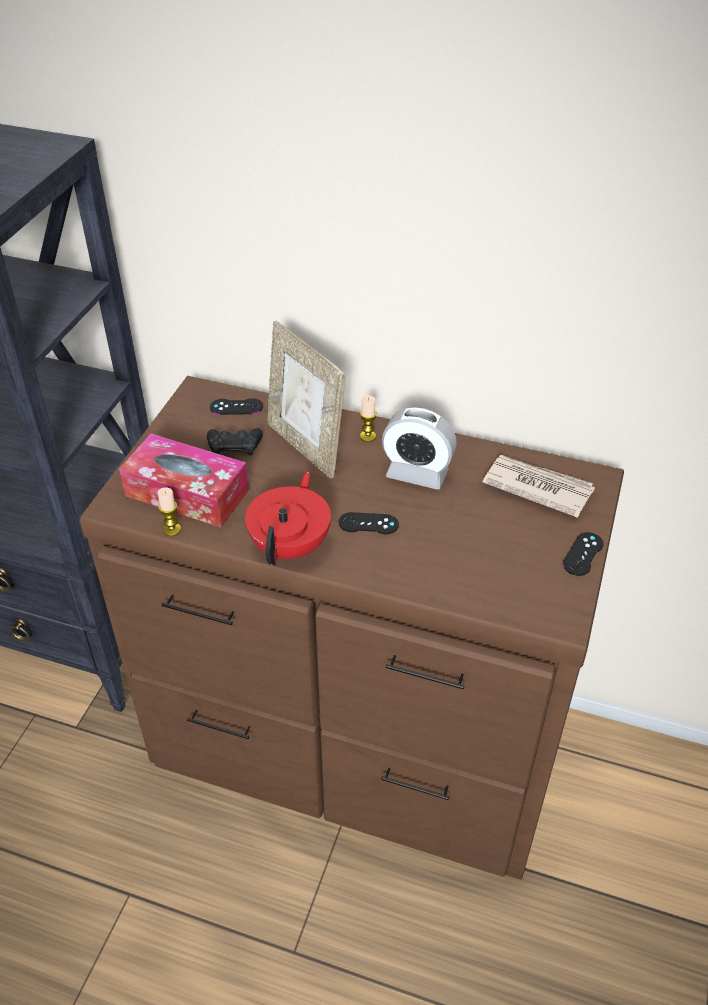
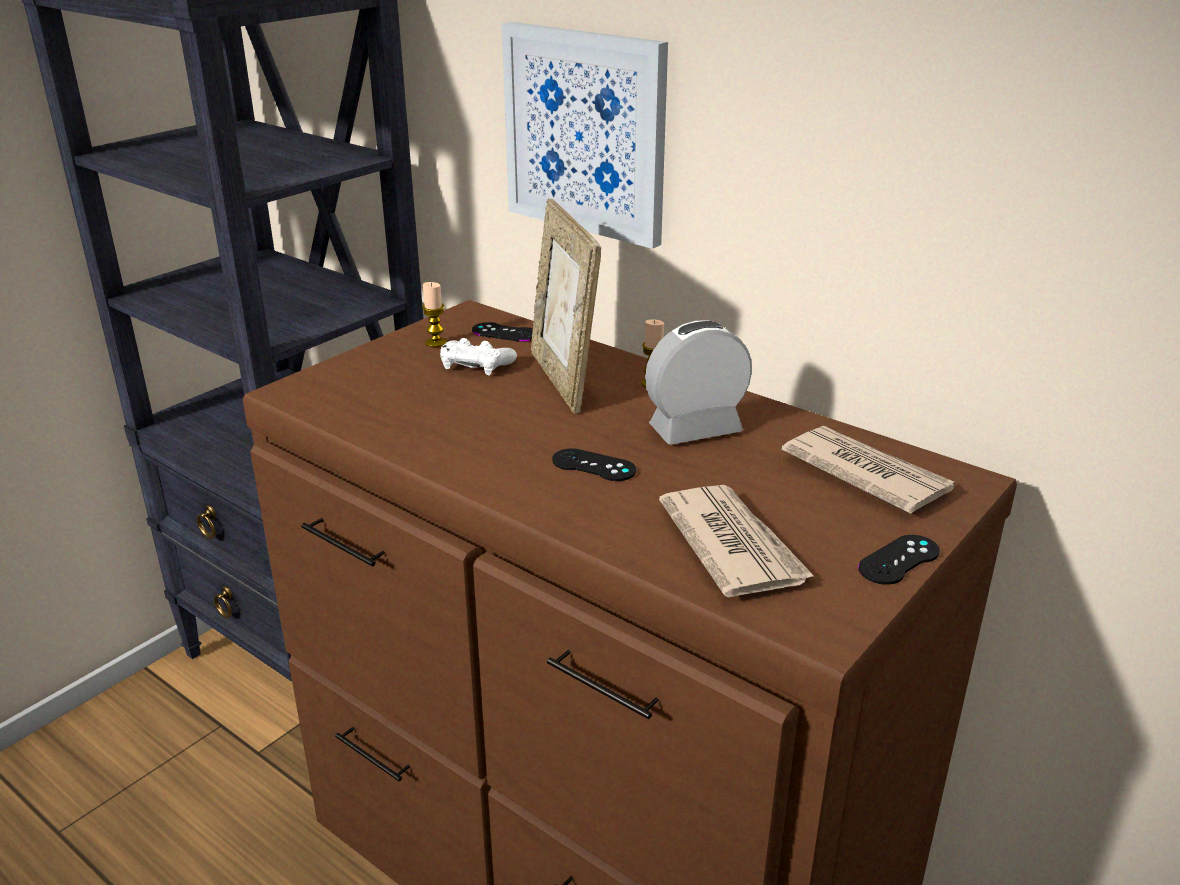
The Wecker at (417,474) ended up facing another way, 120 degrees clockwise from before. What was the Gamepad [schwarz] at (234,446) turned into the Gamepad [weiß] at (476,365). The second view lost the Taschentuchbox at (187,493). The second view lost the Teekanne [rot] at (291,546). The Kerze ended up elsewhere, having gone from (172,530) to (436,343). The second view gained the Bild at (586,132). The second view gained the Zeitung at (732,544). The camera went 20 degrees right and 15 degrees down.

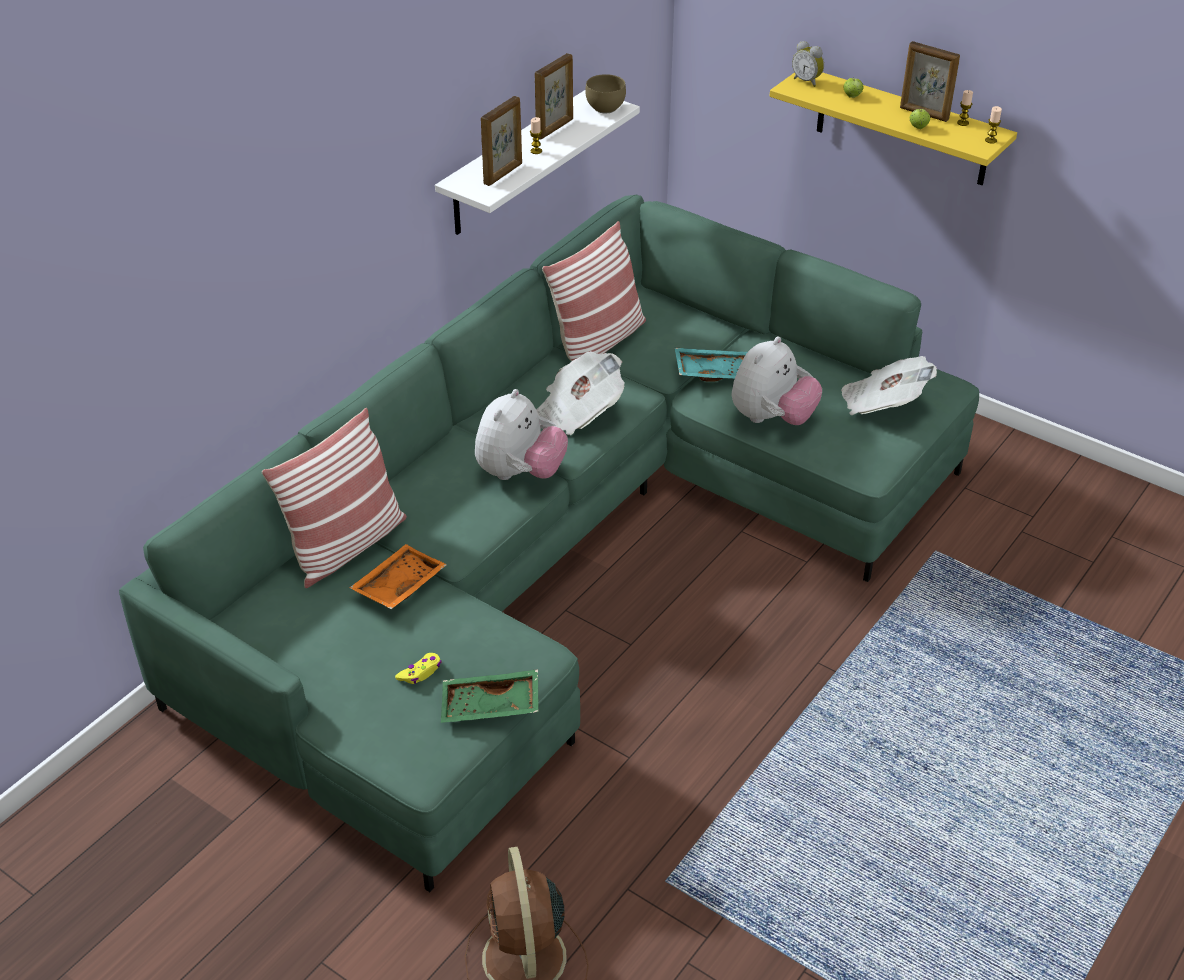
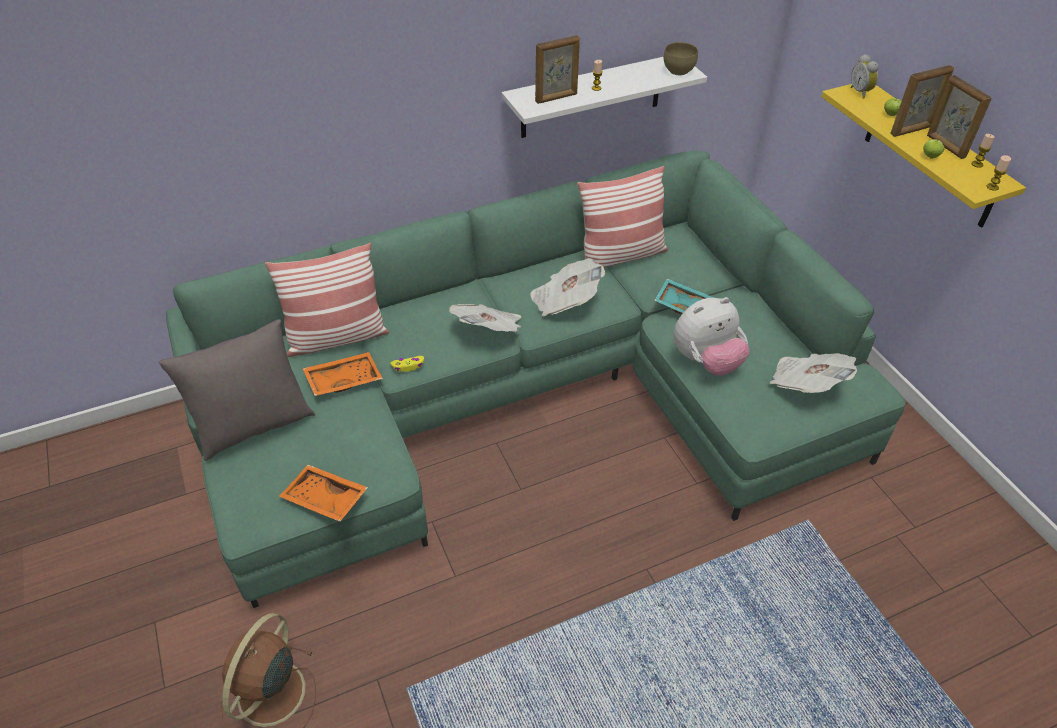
The Bilderrahmen ended up elsewhere, having gone from (555,128) to (911,130). Where the Plüschtier stood at (520,473), the Zeitung came to stand at (489,331). The Gamepad [gelb] ended up elsewhere, having gone from (420,672) to (408,366). What was the Tablett [grün] at (490,707) turned into the Tablett [orange] at (324,500). The second view gained the Kissen [grau] at (254,426). The camera went 30 degrees right and 5 degrees up.

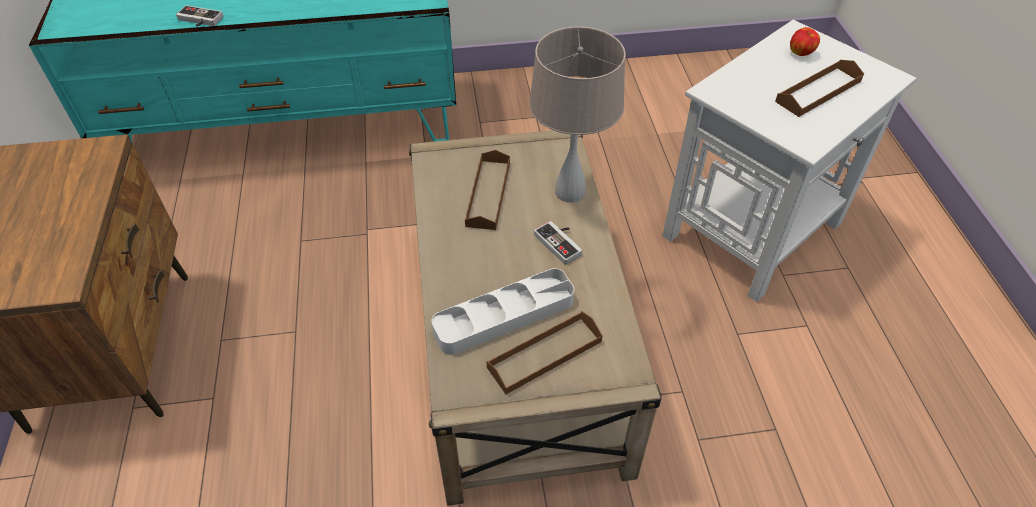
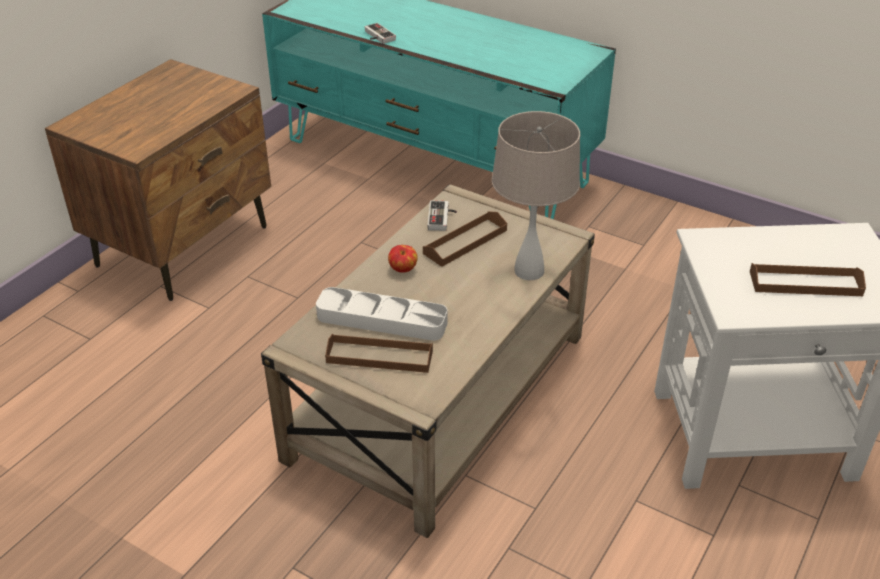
The Apfel ended up elsewhere, having gone from (801,53) to (403,269). The Gamepad ended up elsewhere, having gone from (561,242) to (442,218). The camera went 40 degrees right and 10 degrees down.

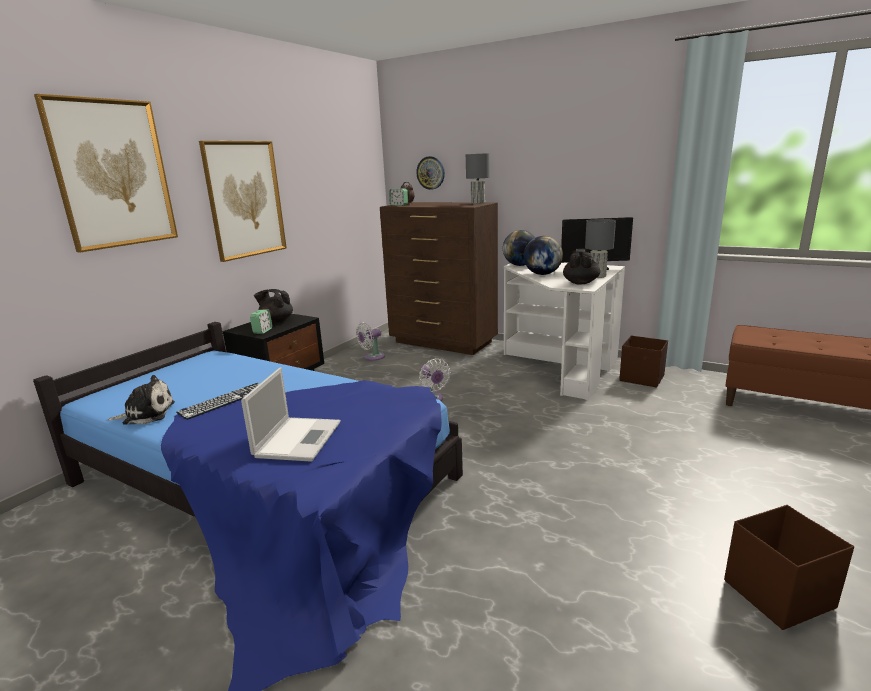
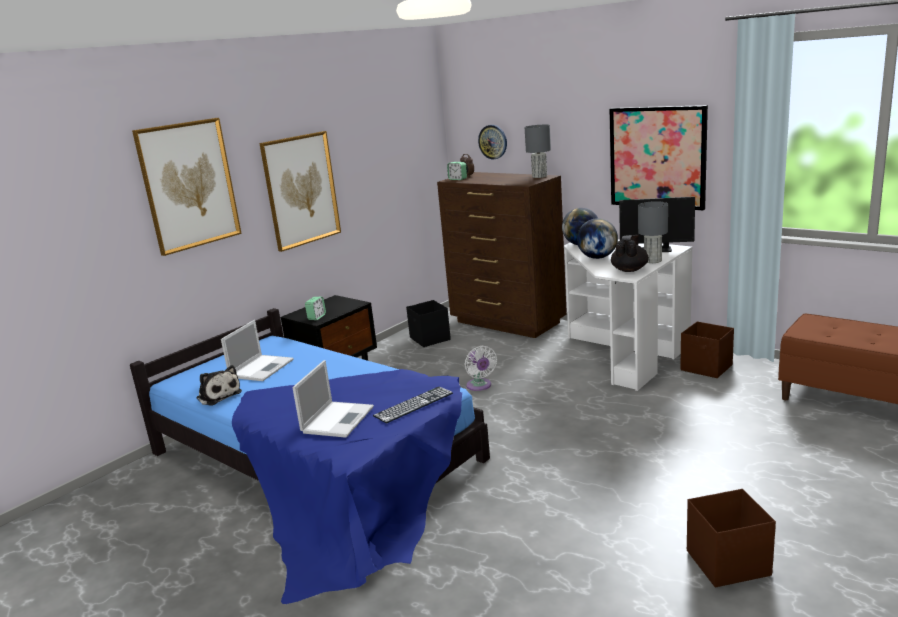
The second view lost the Teekanne [schwarz] at (276,321). Where the Ventilator [weiß] stood at (372,357), the Aufbewahrungsbox [schwarz] came to stand at (430,339). The Plüschtier at (146,414) ended up facing another way, 45 degrees clockwise from before. The Tastatur ended up elsewhere, having gone from (224,400) to (413,404). The second view gained the Bild at (657,157). The second view gained the Laptop at (262,368). The camera went 10 degrees right and 0 degrees up.

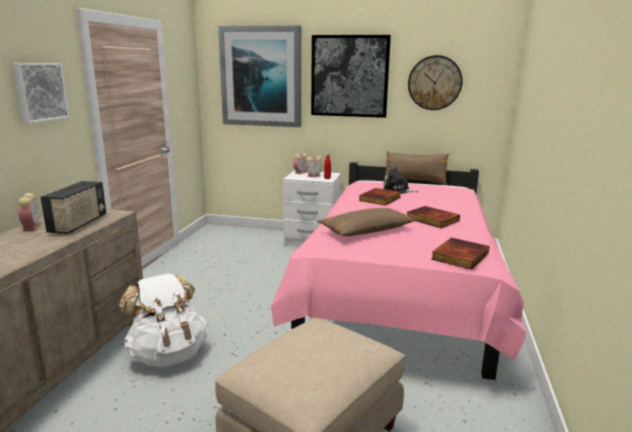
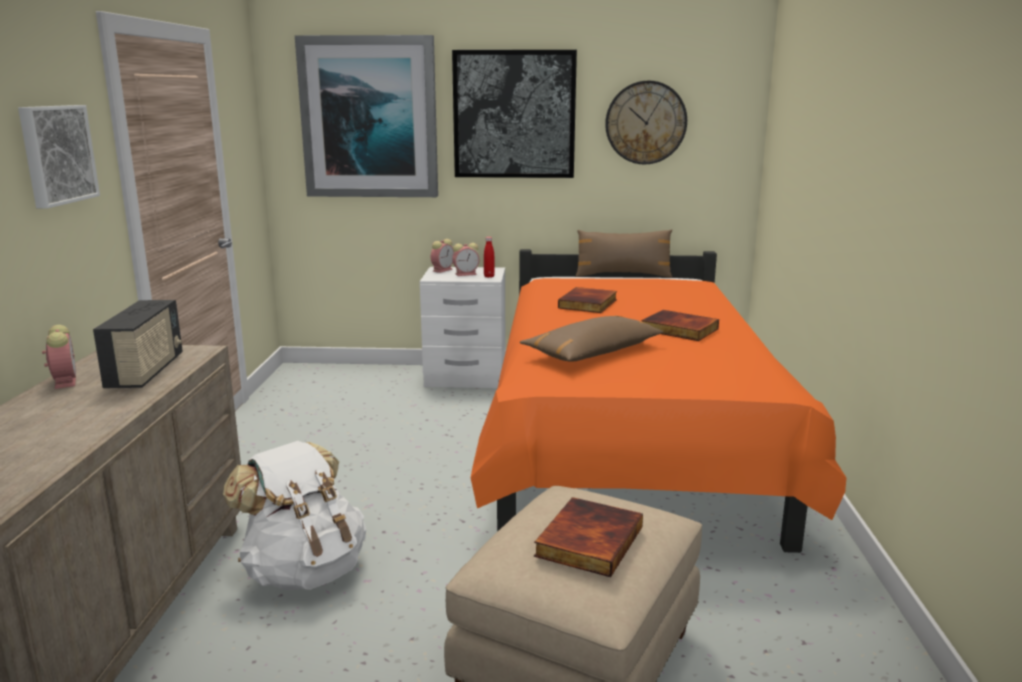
What was the Bett [rosa] at (399,293) turned into the Bett [orange] at (627,445). The second view lost the Plüschtier at (397,190). The Buch ended up elsewhere, having gone from (459,256) to (587,540). The camera went 10 degrees left and 0 degrees up.

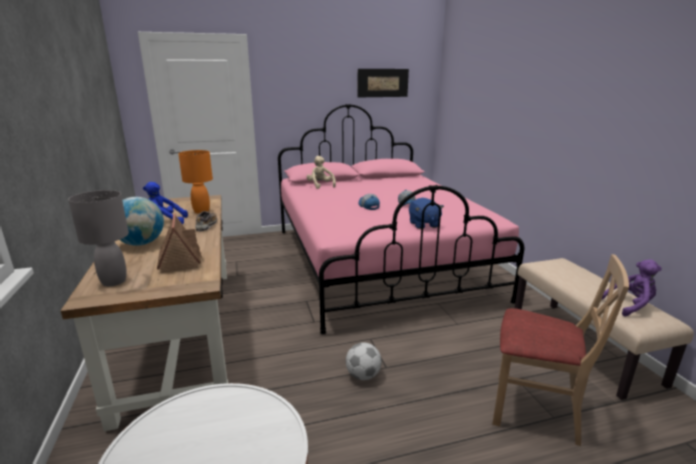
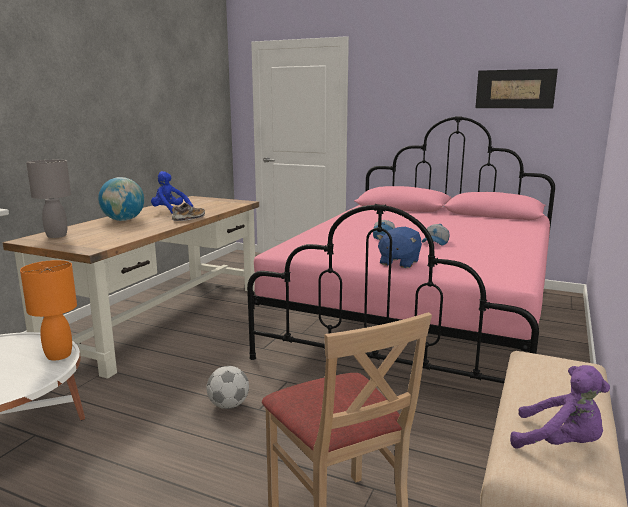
The Tischlampe [orange] ended up elsewhere, having gone from (201,211) to (58,355). The second view lost the Plüschtier [beige] at (320,185). The second view lost the Spielzeughaus at (180,260). The camera went 40 degrees right and 5 degrees down.

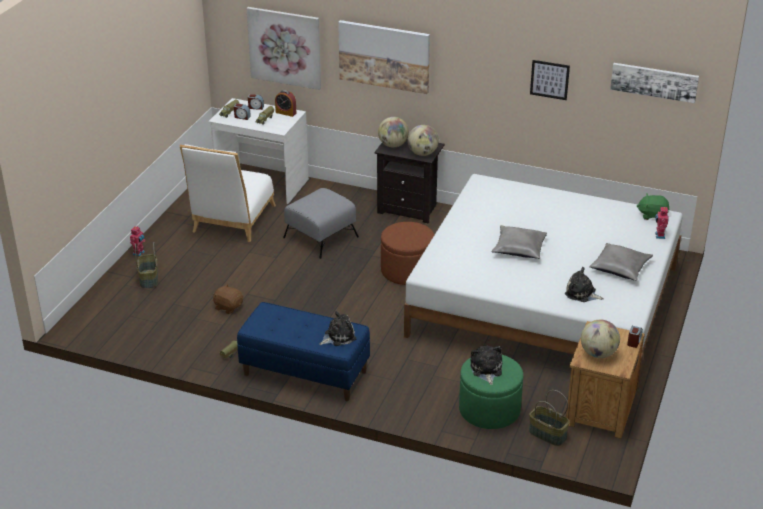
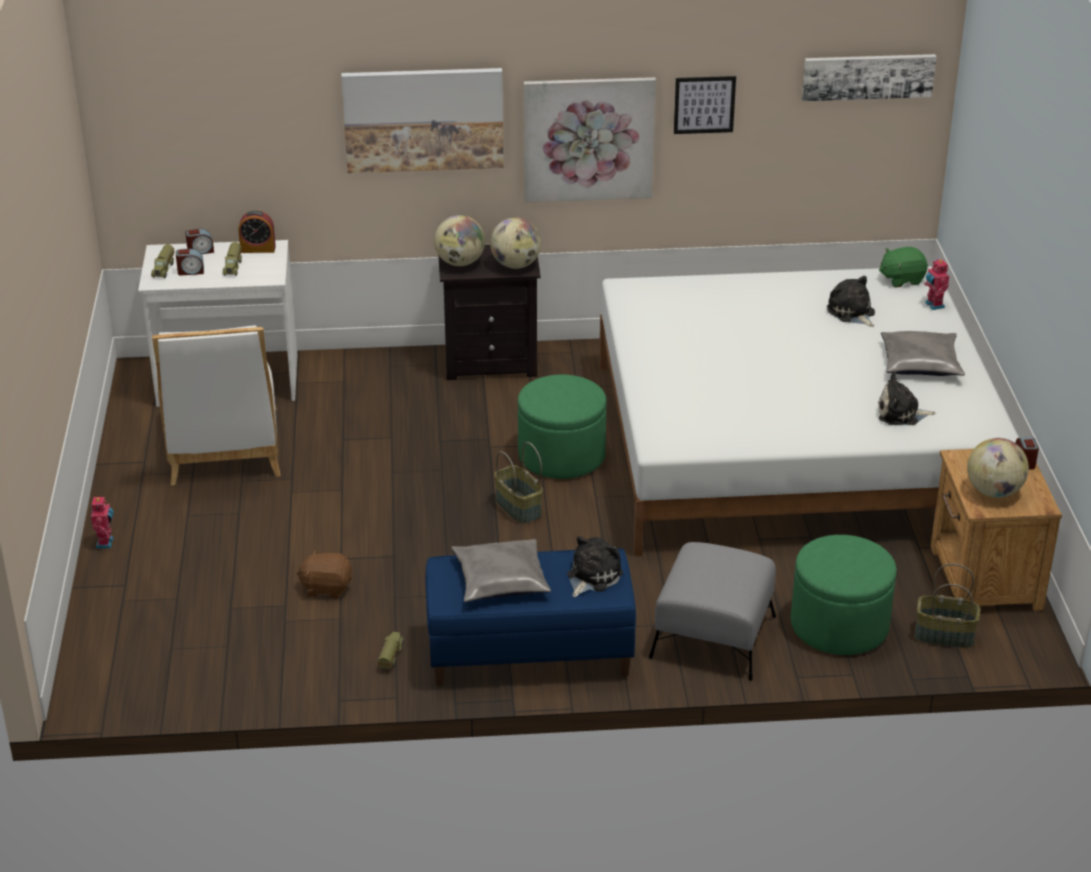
The Bild ended up elsewhere, having gone from (285,47) to (588,139). The Polsterhocker [grau] ended up elsewhere, having gone from (321,237) to (714,636). What was the Polsterhocker [braun] at (407,271) turned into the Polsterhocker [grün] at (561,456). The Kissen [grau] ended up elsewhere, having gone from (519,248) to (501,581). The Korb ended up elsewhere, having gone from (148,279) to (517,507). The Plüschtier ended up elsewhere, having gone from (486,370) to (852,313). The camera went 25 degrees left and 0 degrees up.

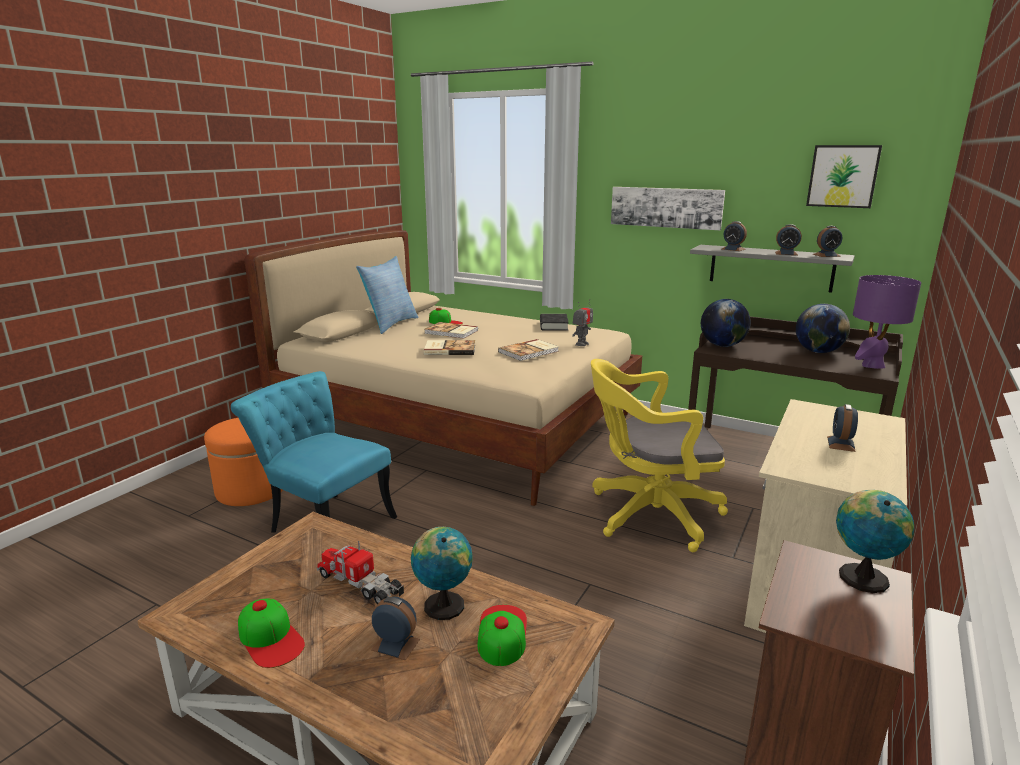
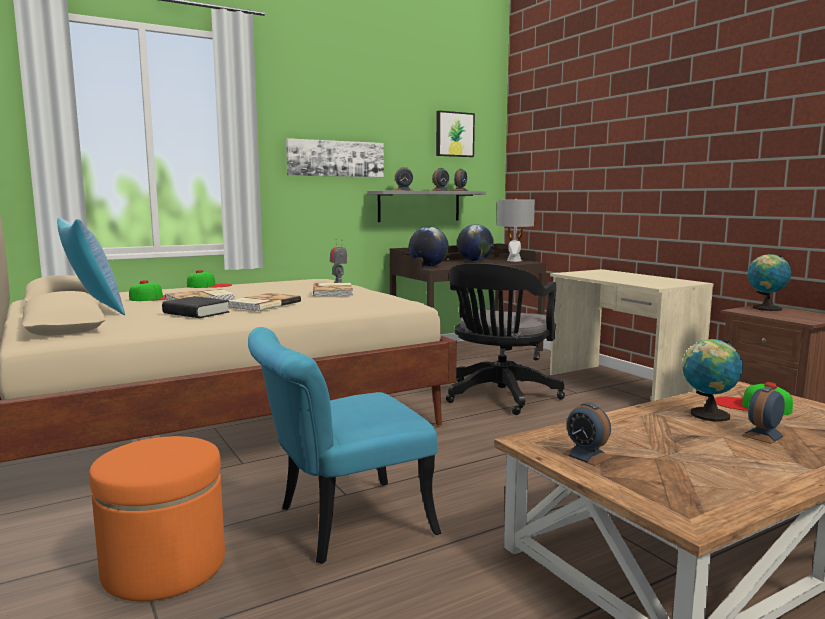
What was the Tischlampe [lila] at (872,365) turned into the Tischlampe [grau] at (514,261). The Buch [schwarz] ended up elsewhere, having gone from (553,326) to (196,313). What was the Bürostuhl [gelb] at (648,514) turned into the Bürostuhl [schwarz] at (499,397). The Wecker ended up elsewhere, having gone from (841,444) to (587,455). The second view lost the Spielzeuglaster at (360,584). The Kappe ended up elsewhere, having gone from (270,638) to (209,286). The camera went 60 degrees left and 10 degrees down.

